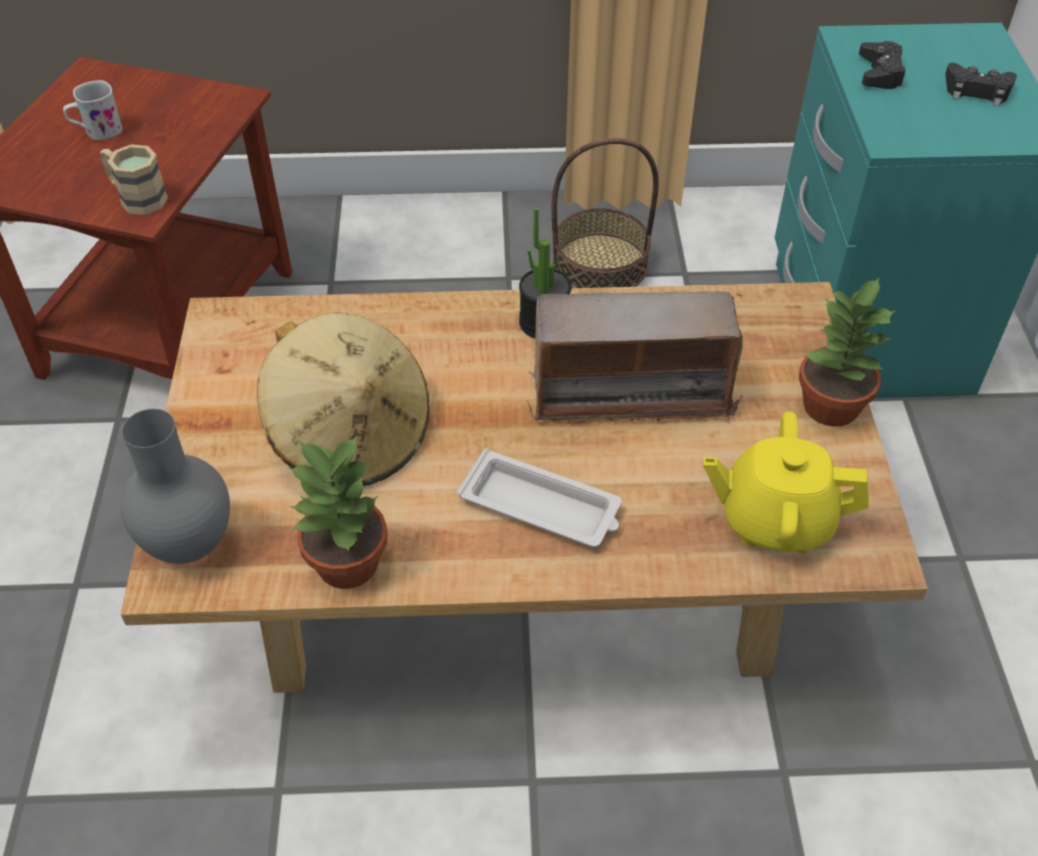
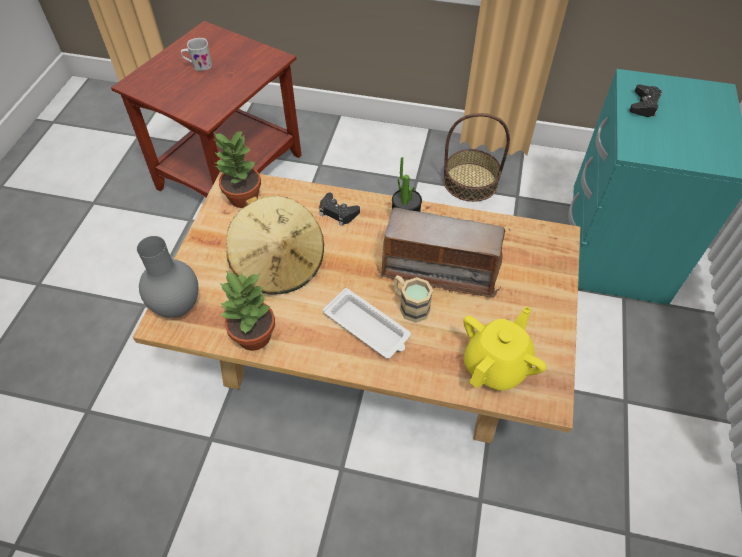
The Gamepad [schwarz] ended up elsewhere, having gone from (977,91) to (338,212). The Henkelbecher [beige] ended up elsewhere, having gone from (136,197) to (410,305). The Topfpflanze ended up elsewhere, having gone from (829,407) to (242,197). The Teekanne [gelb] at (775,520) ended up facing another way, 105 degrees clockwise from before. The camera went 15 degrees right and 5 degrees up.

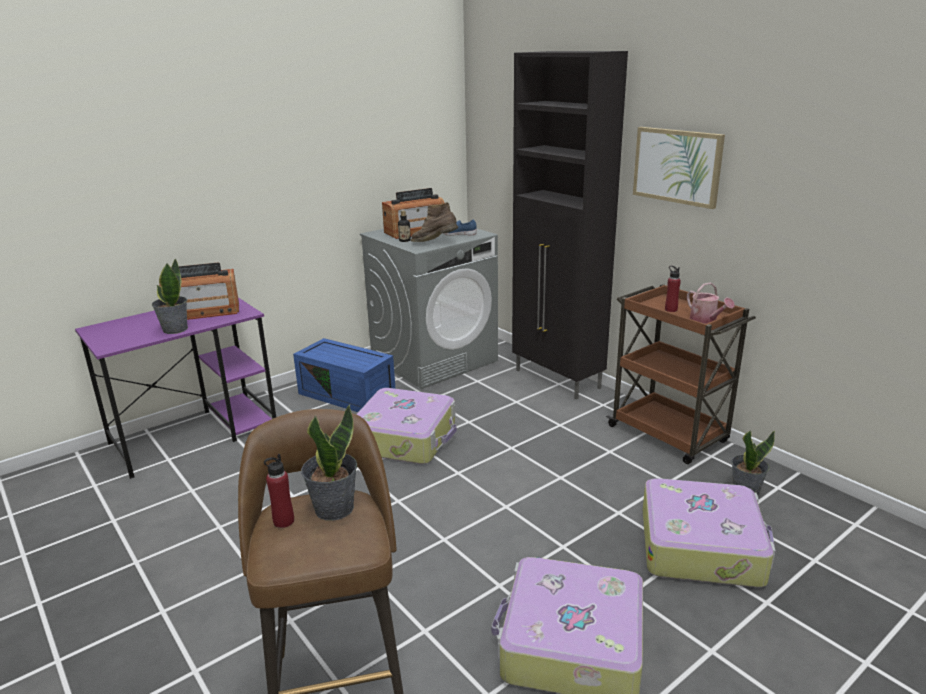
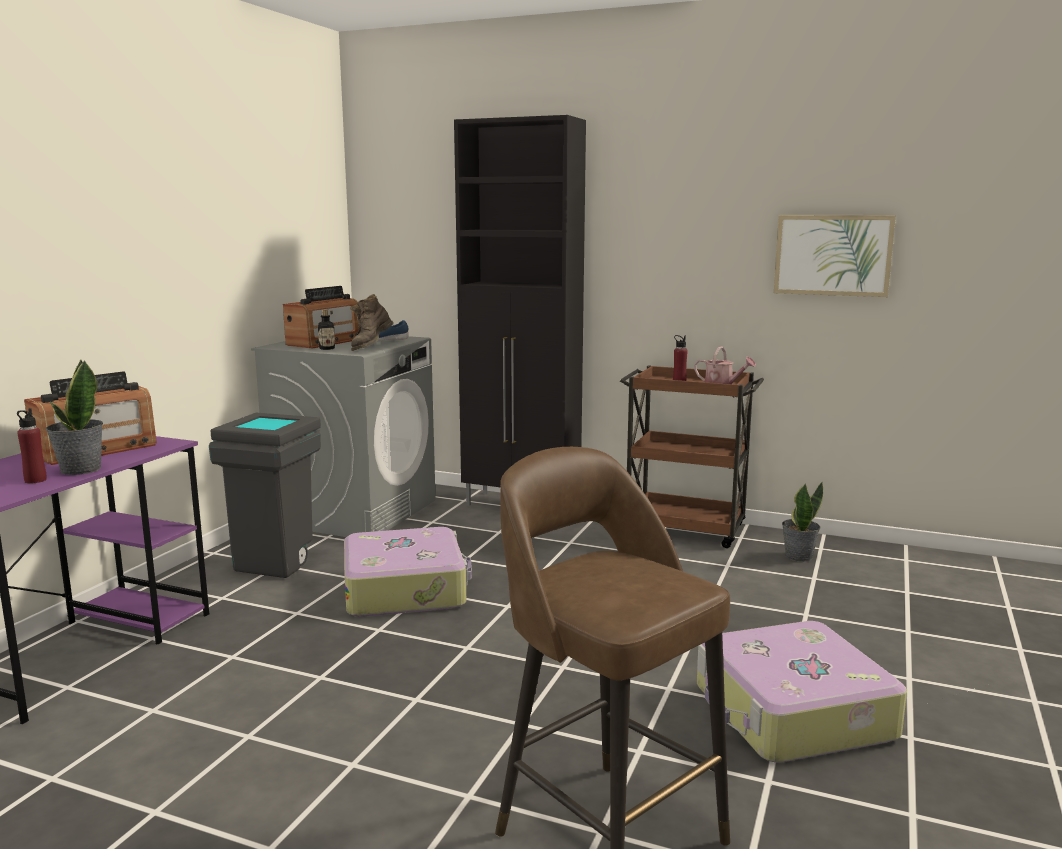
The Bild ended up elsewhere, having gone from (677,166) to (833,255). The Stiefel [braun] at (435,243) ended up facing another way, 45 degrees counterclockwise from before. Where the Aufbewahrungsbox [blau] stood at (348,394), the Mülleimer [grau] came to stand at (277,563). The second view lost the Topfpflanze at (333,508). The Flasche [rot] ended up elsewhere, having gone from (283,521) to (35,480). The second view lost the Koffer at (702,546). The camera went 30 degrees left and 10 degrees down.

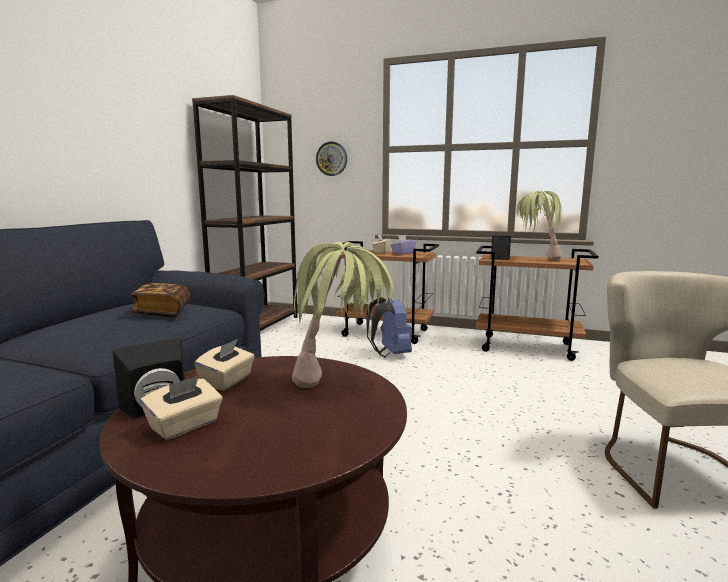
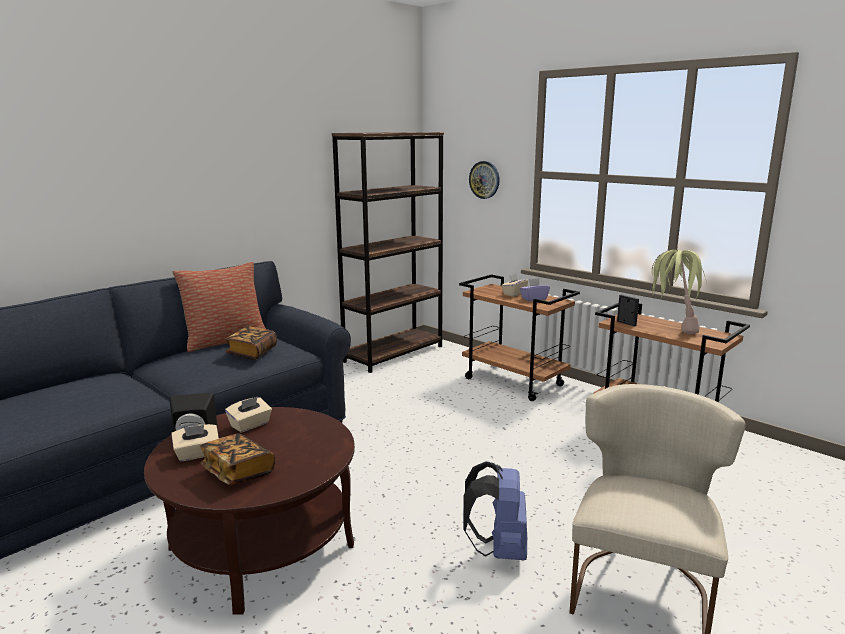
The second view lost the Topfpflanze at (341,384). The Rucksack [blau] ended up elsewhere, having gone from (390,354) to (499,550). The second view gained the Kissen at (225,341). The second view gained the Buch at (238,472). The camera went 25 degrees right and 5 degrees up.

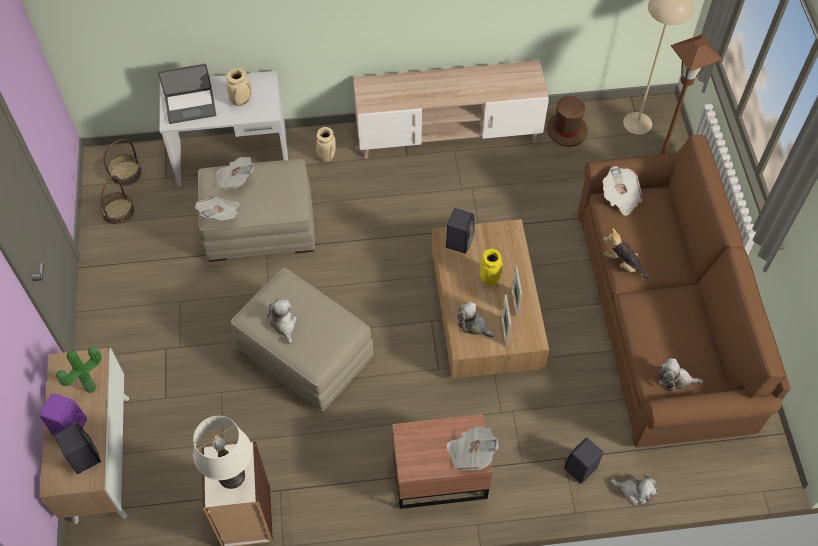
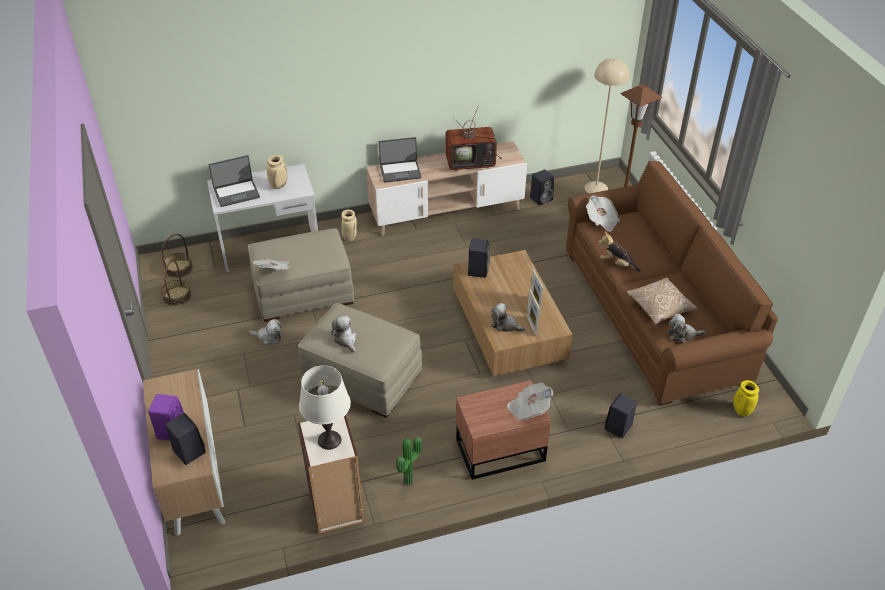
Where the Hut [braun] stood at (567,130), the Lautsprecher [schwarz] came to stand at (541,198). The second view lost the Zeitung at (235,180). The Vase [gelb] ended up elsewhere, having gone from (488,278) to (741,410). The Topfpflanze ended up elsewhere, having gone from (93,389) to (410,482). The Plüschtier ended up elsewhere, having gone from (634,491) to (268,337). The second view gained the Fernseher at (471,162). The second view gained the Laptop at (400,171). The second view gained the Kissen at (659,307). The camera went 10 degrees left and 15 degrees down.

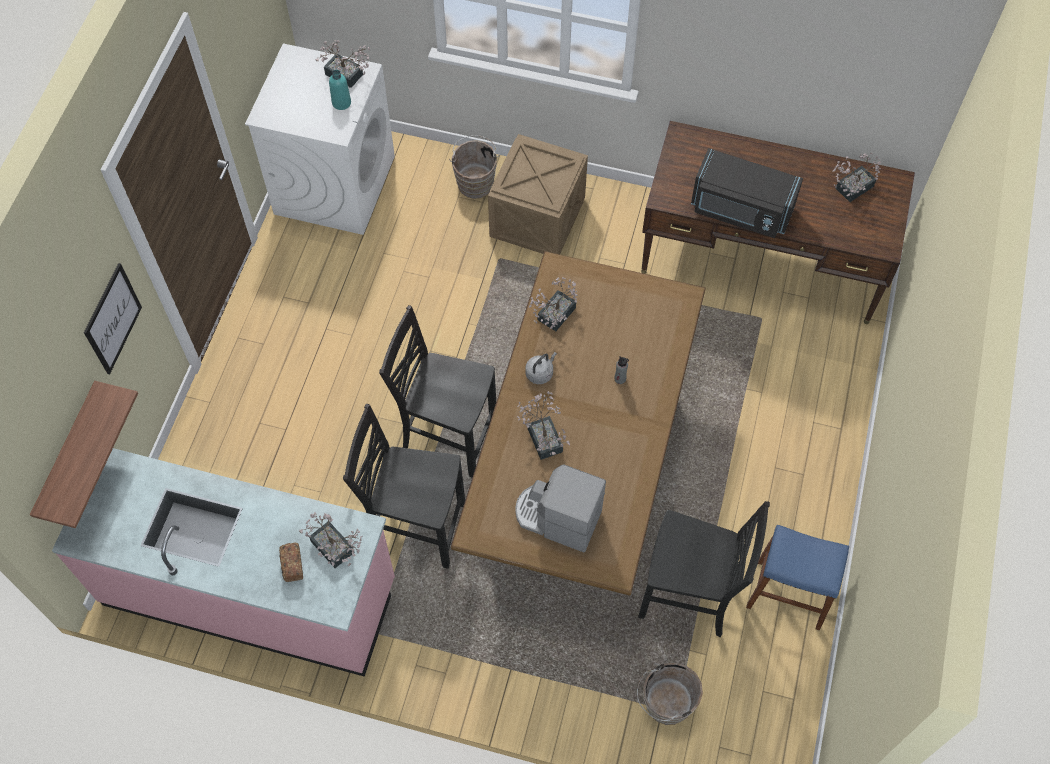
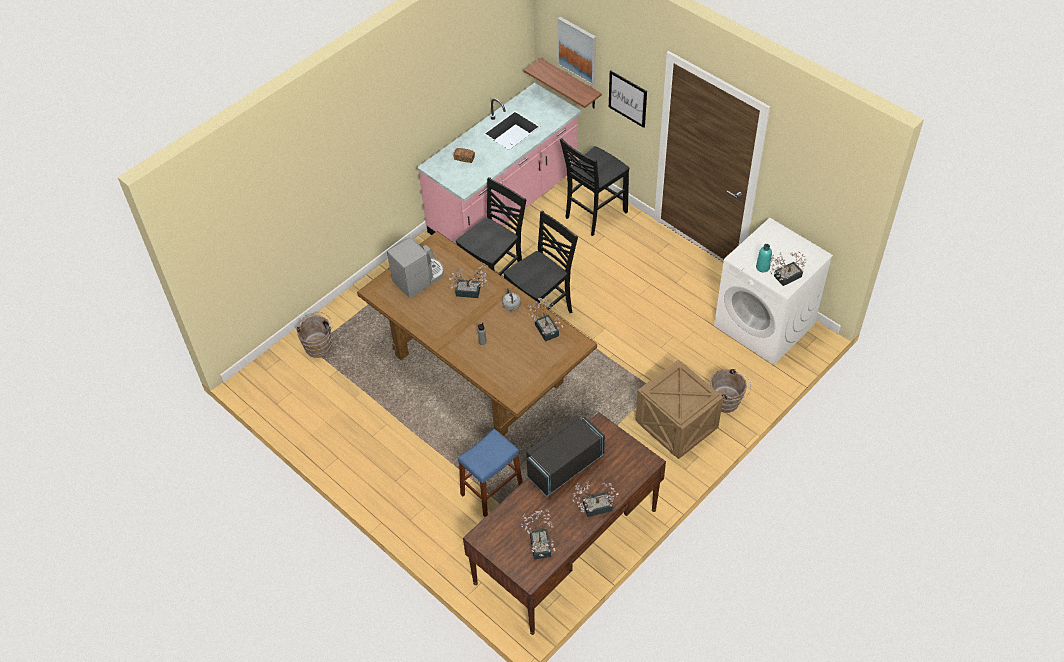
The Stuhl [schwarz] ended up elsewhere, having gone from (689,597) to (594,214). The Topfpflanze ended up elsewhere, having gone from (335,551) to (593,507). The Hocker [blau] ended up elsewhere, having gone from (788,594) to (491,490). The second view gained the Bild at (578,50). The camera went 120 degrees right and 10 degrees down.

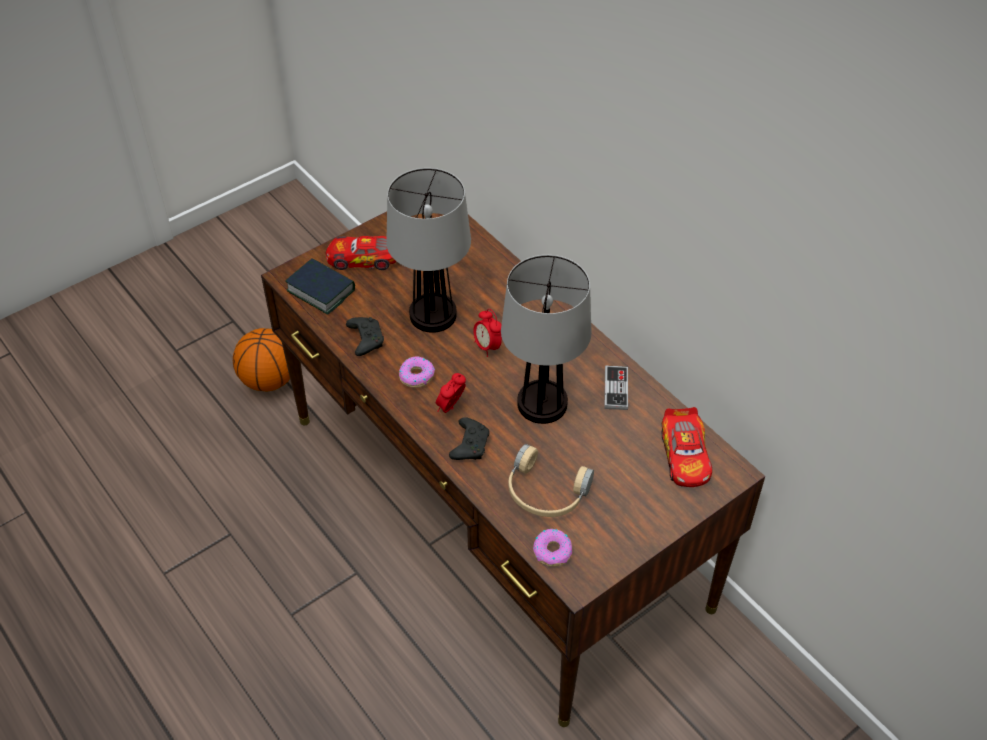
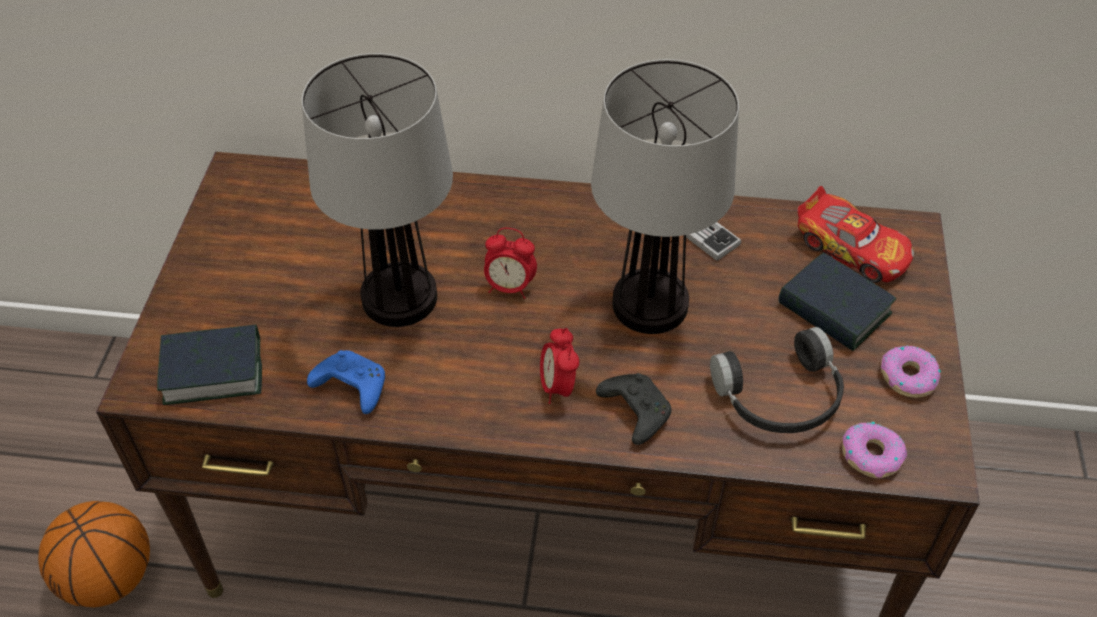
The second view lost the Spielzeugauto at (364,258). What was the Gamepad [schwarz] at (365,339) turned into the Gamepad [blau] at (350,387). The Donut ended up elsewhere, having gone from (416,376) to (908,377). What was the Kopfhörer [beige] at (545,493) turned into the Kopfhörer [schwarz] at (781,398). The second view gained the Buch at (834,309). The camera went 45 degrees left and 0 degrees up.

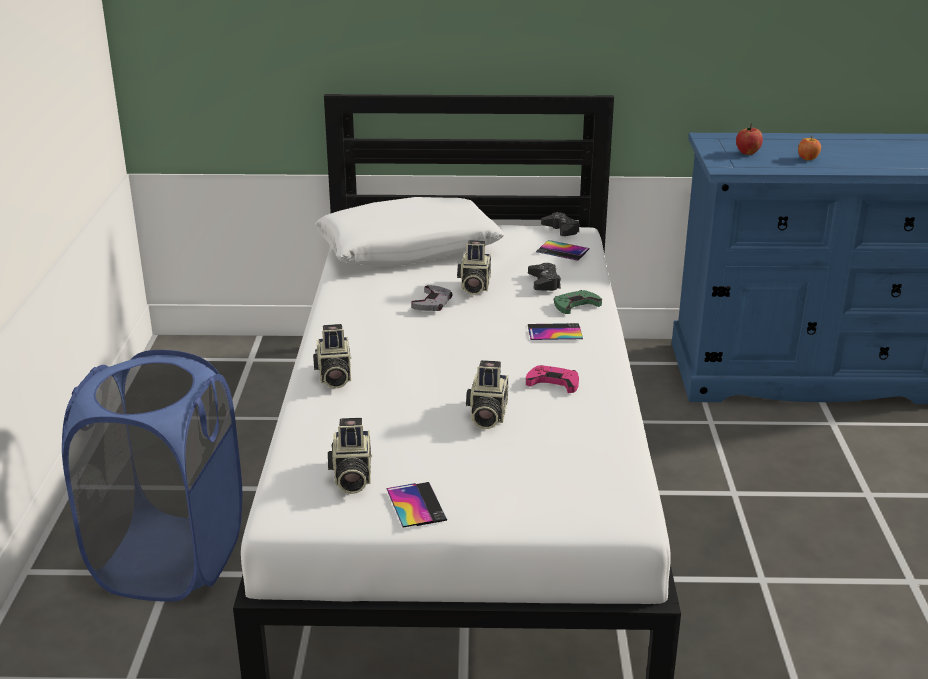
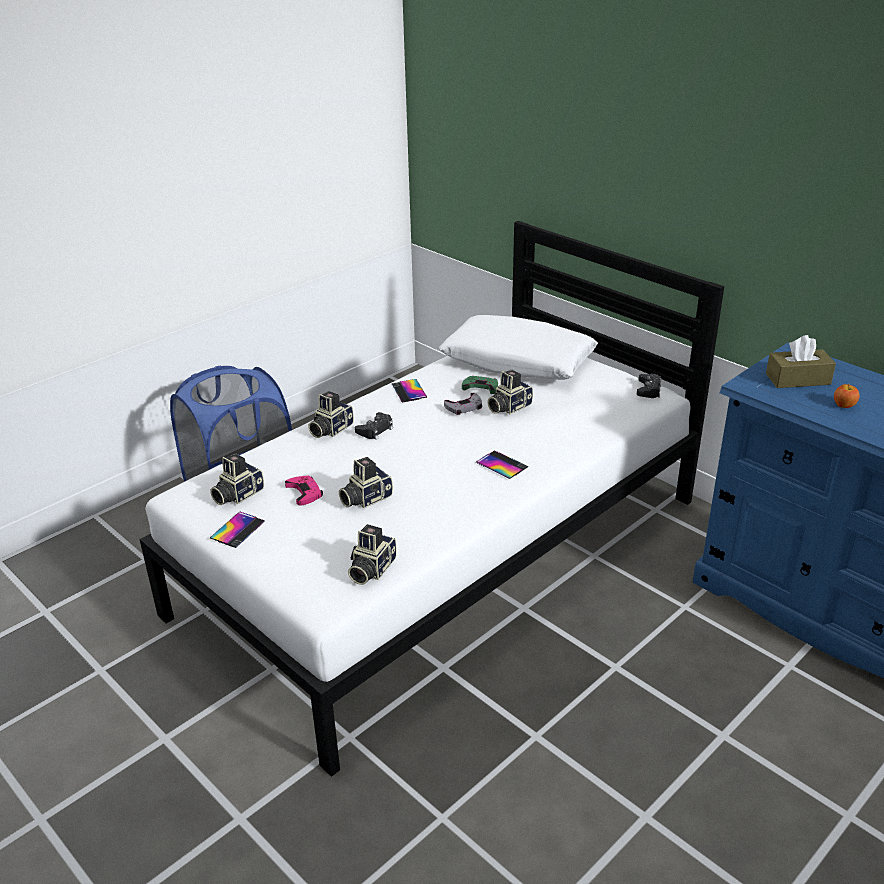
Where the Apfel stood at (747,153), the Taschentuchbox [braun] came to stand at (798,379). The Handy ended up elsewhere, having gone from (562,251) to (409,391). The Gamepad [schwarz] ended up elsewhere, having gone from (544,282) to (375,430). The Gamepad [grün] ended up elsewhere, having gone from (575,305) to (481,387). The Gamepad [rosa] ended up elsewhere, having gone from (553,383) to (304,493). The second view gained the Kamera at (370,569). The camera went 45 degrees right and 5 degrees up.

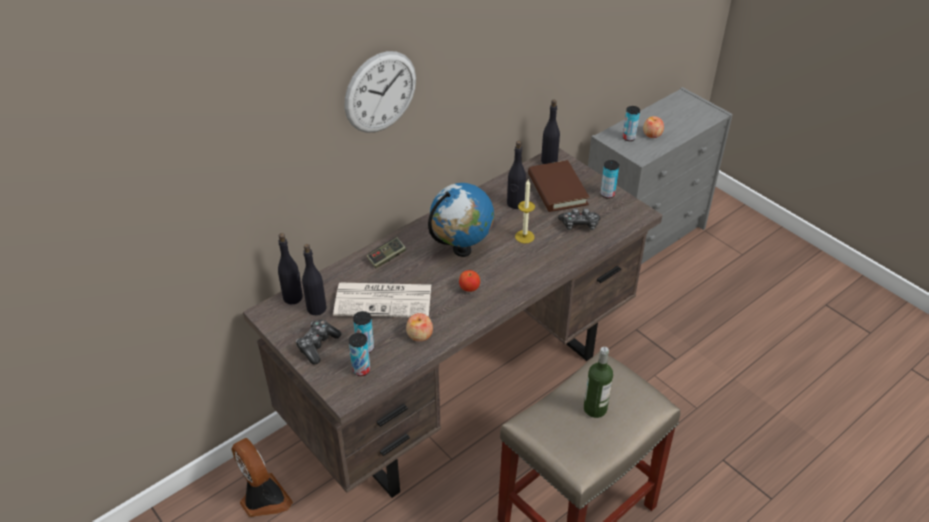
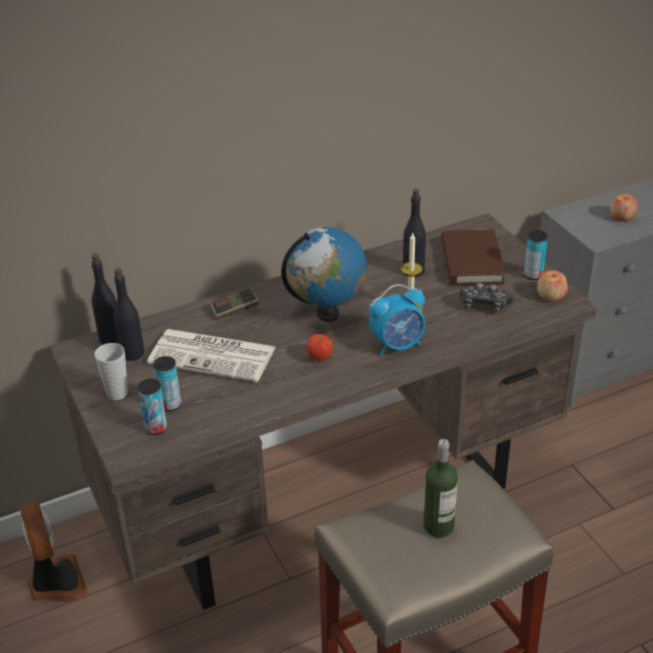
The second view lost the Wanduhr at (380,92). The second view lost the Flasche [schwarz] at (549,161). The second view lost the Dose at (629,138). The Apfel ended up elsewhere, having gone from (419,335) to (551,296). Where the Gamepad stood at (318,345), the Tasse came to stand at (117,393). The second view gained the Wecker at (398,345). The camera went 15 degrees right and 5 degrees down.

